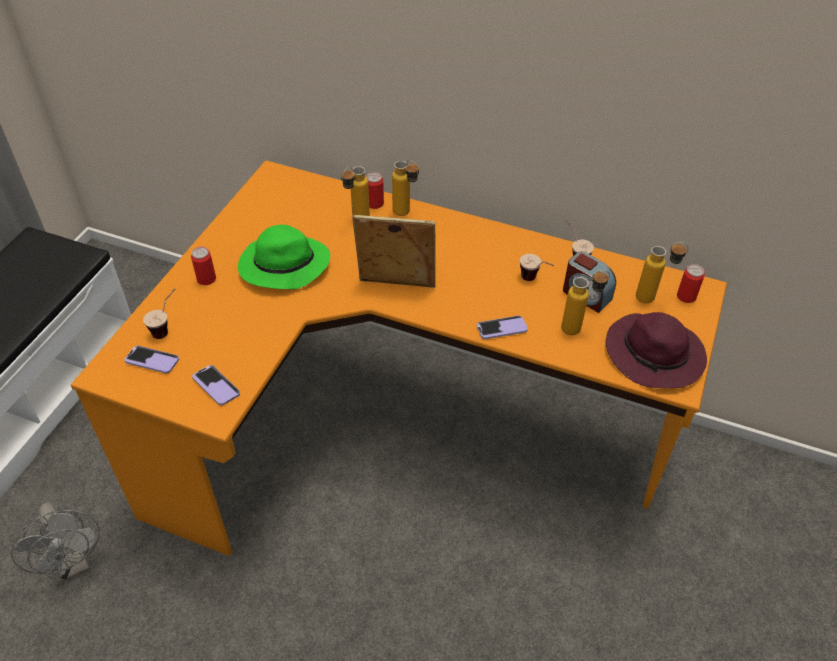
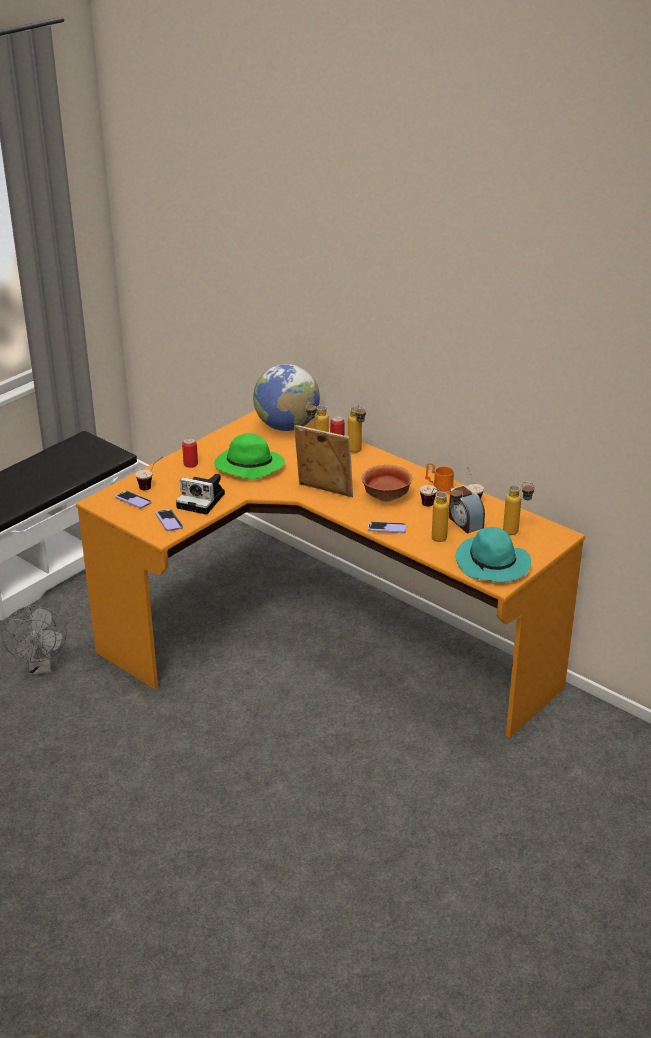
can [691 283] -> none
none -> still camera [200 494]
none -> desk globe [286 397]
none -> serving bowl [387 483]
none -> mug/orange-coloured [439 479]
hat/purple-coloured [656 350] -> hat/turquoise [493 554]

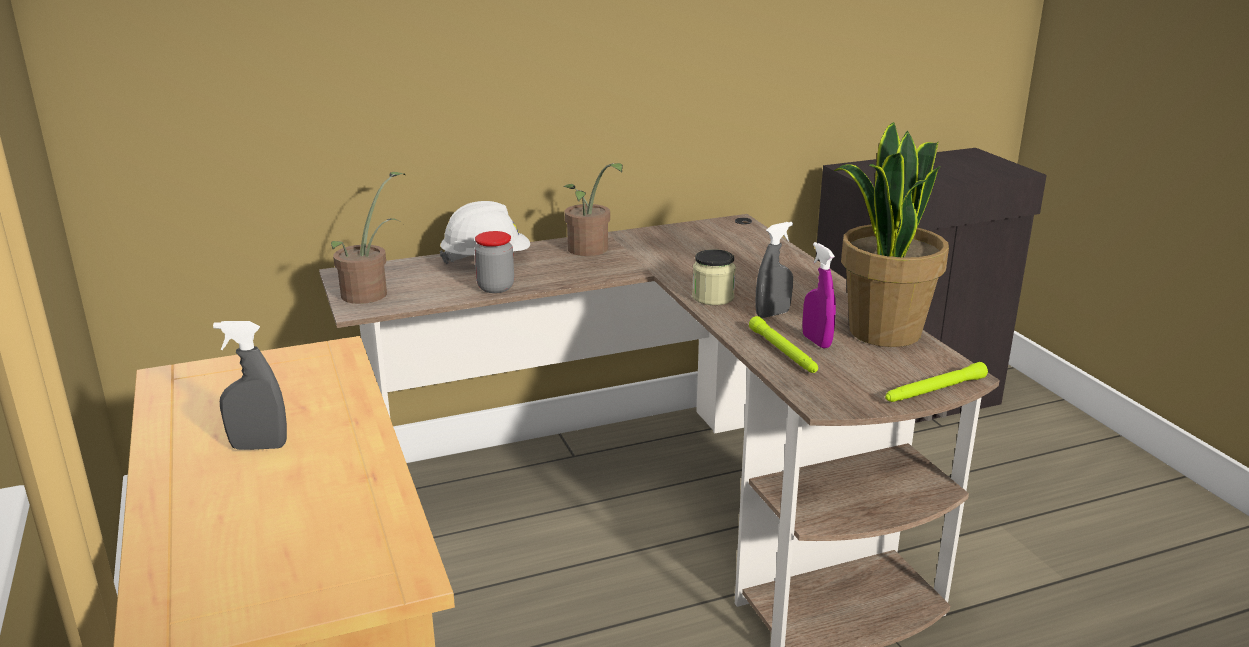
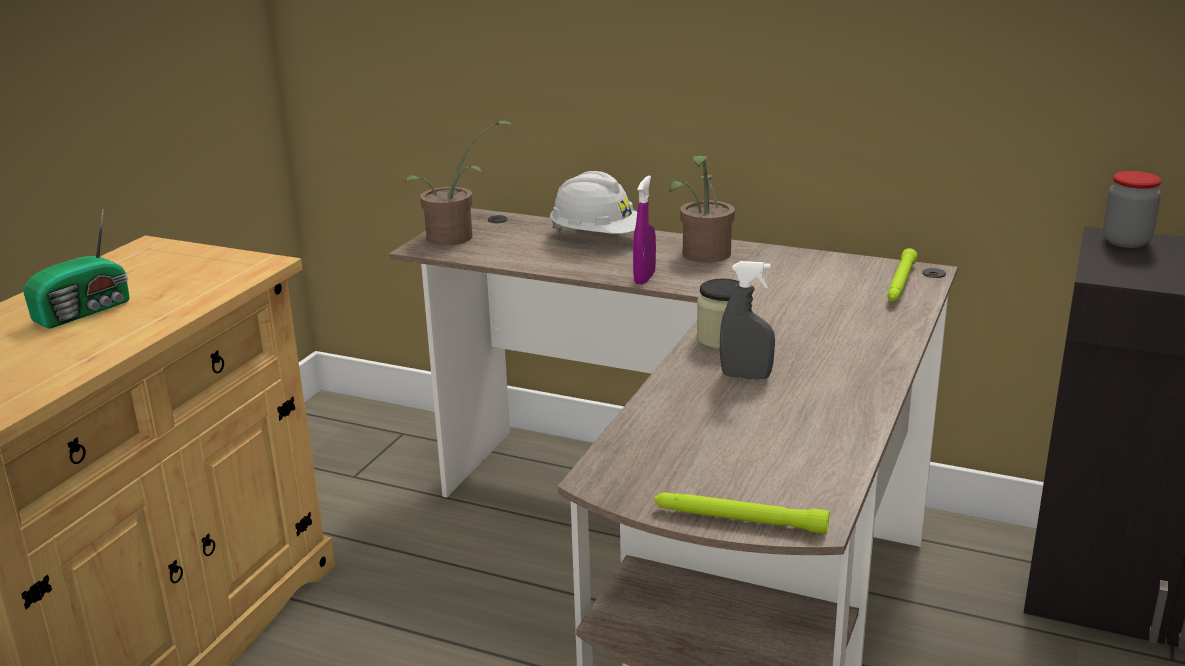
potted plant [891 234] -> none
preserve jar [494 262] -> preserve jar [1132 209], shifted
hand torch/green-coloured [783 344] -> hand torch/green-coloured [902 275], shifted
hand sprayer/purple-coloured [819 295] -> hand sprayer/purple-coloured [644 229], shifted
hand sprayer/gray [250 385] -> radio [76 268]

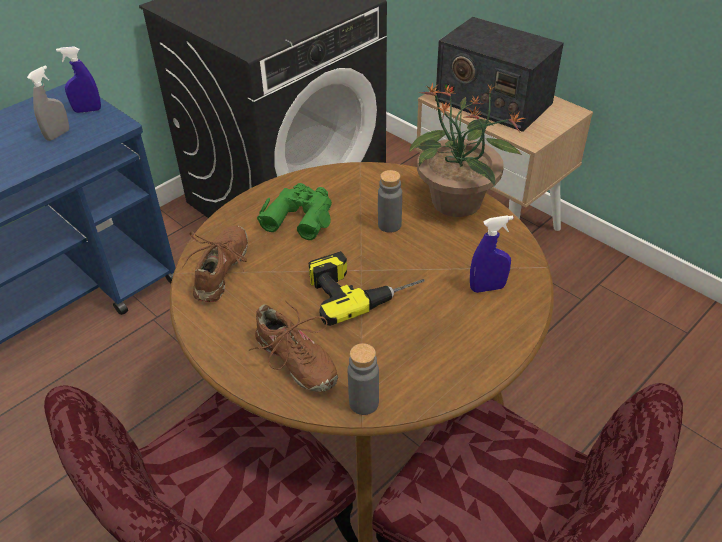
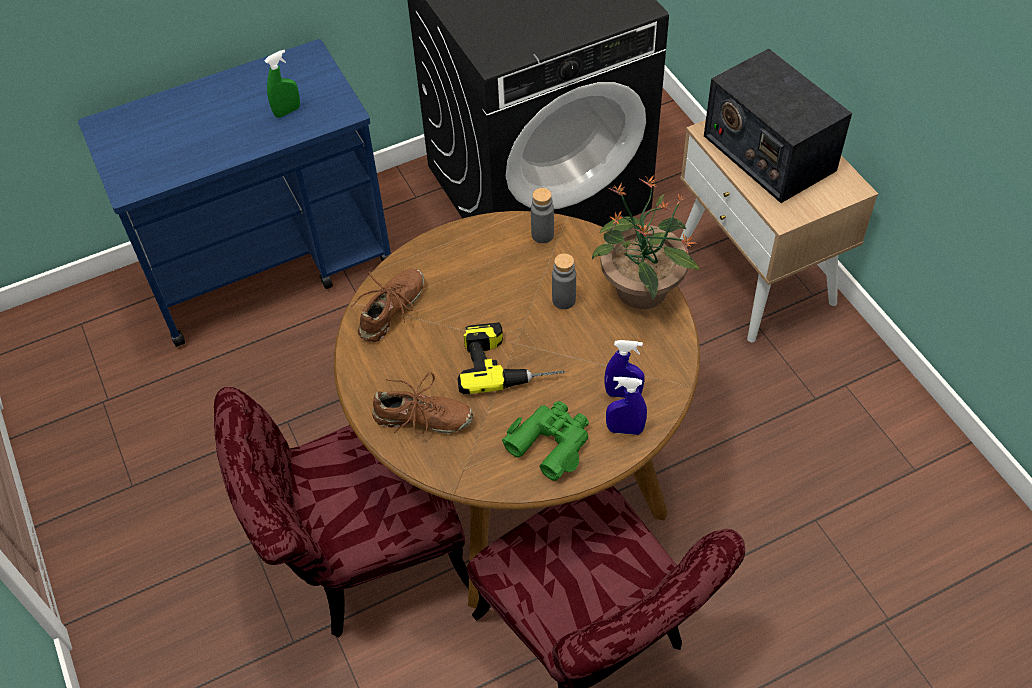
hand sprayer/blue-coloured [78 79] -> hand sprayer/blue-coloured [626 406], shifted
field glasses/green-coloured [294 211] -> field glasses/green-coloured [545 441], shifted
beverage bottle/gray [363 379] -> beverage bottle/gray [542 215], shifted
hand sprayer/gray [48 103] -> hand sprayer/green-coloured [282 84]
item of footwear/brown [293 346] -> item of footwear/brown [422 403], 60 degrees counterclockwise

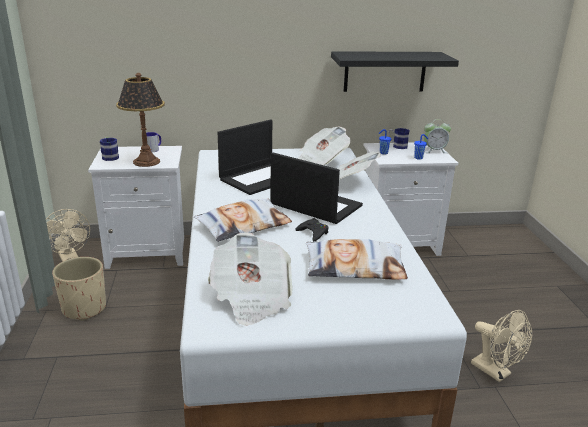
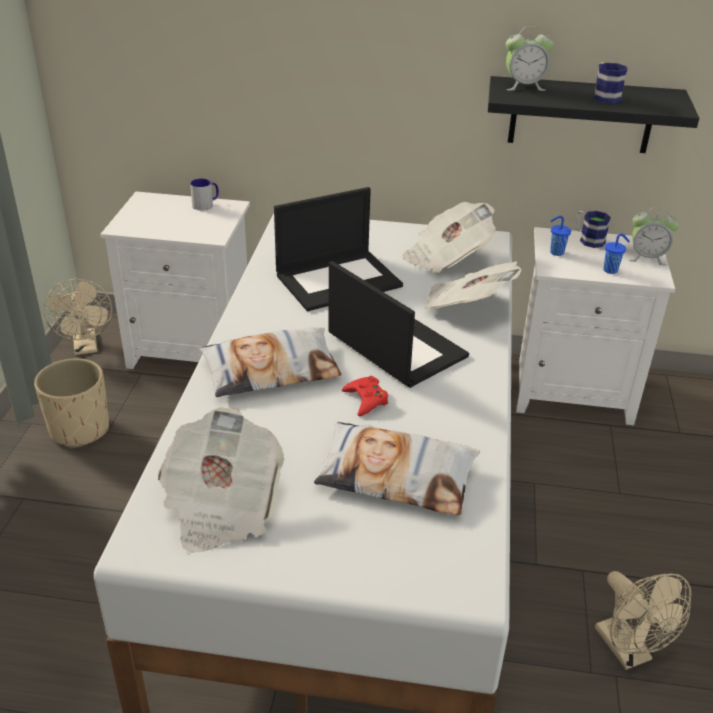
lamp for a table [140 120] -> none
none -> table clock [529 58]
mug [109 149] -> mug [610 83], shifted
game controller/black-coloured [312 229] -> game controller/red-coloured [365 396]

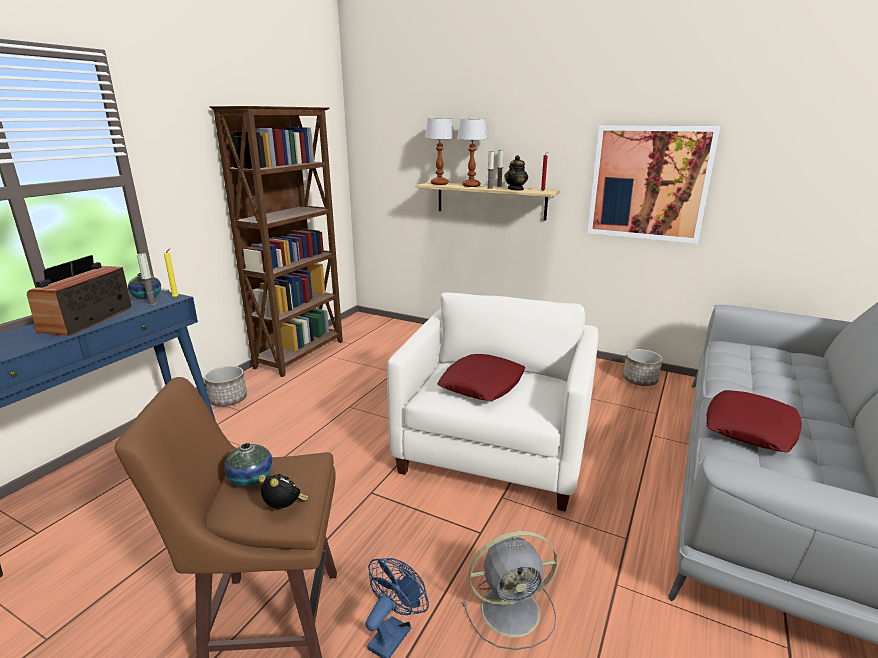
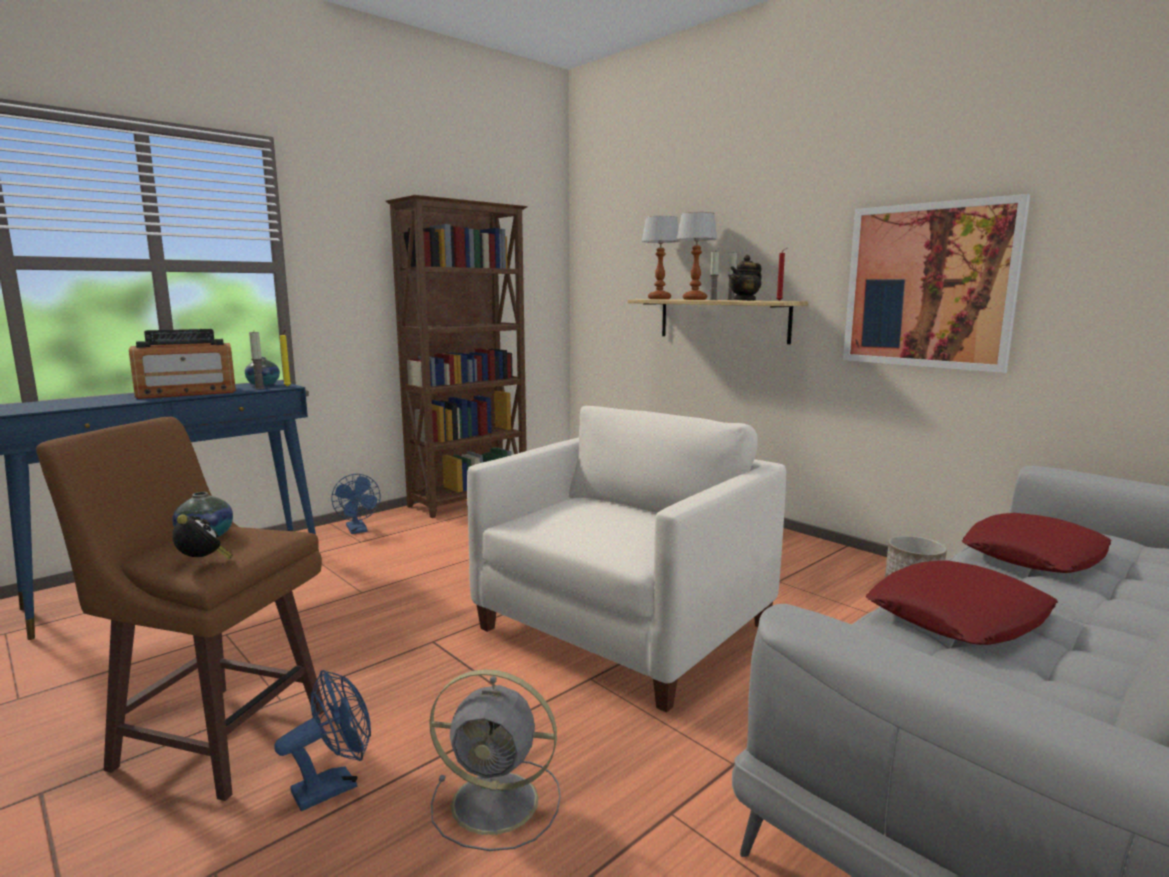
cushion/red-coloured [481 377] -> cushion/red-coloured [1036 543], shifted
planter [225 386] -> fan/blue-coloured [355 504]
radio [79 295] -> radio [182 364], 150 degrees counterclockwise

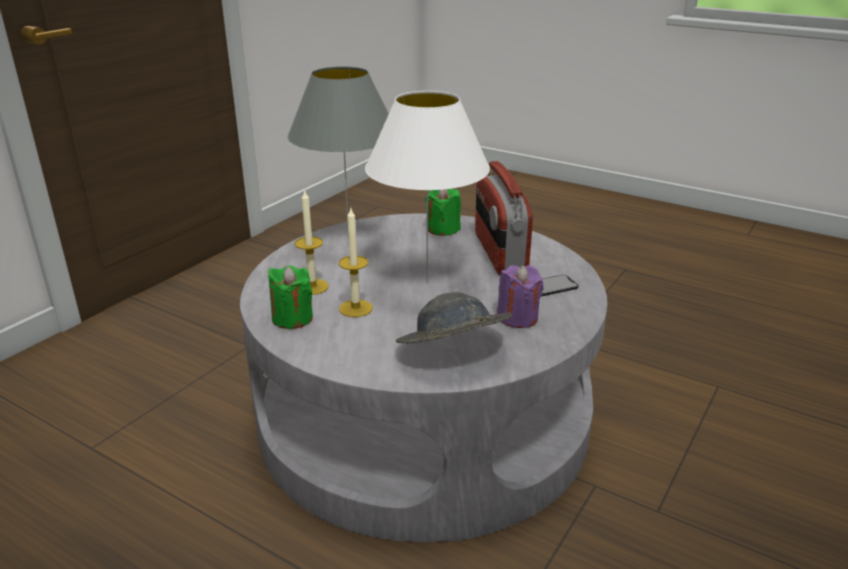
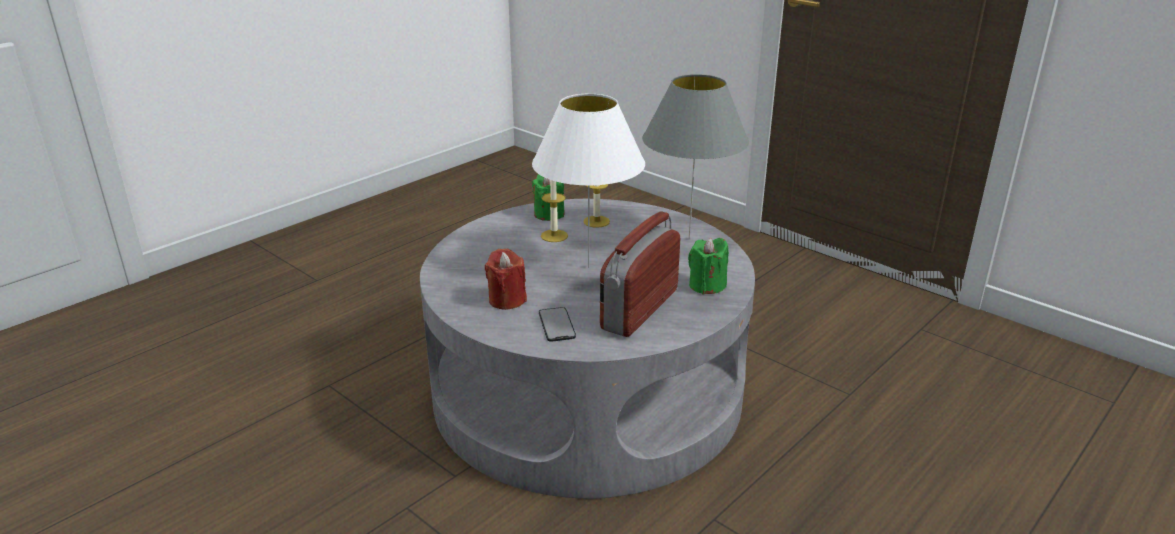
hat/gray [454 318] -> none
wax candle/purple-coloured [520 296] -> wax candle/red-coloured [506 279]
radio [504 218] -> radio [640 274], 60 degrees counterclockwise

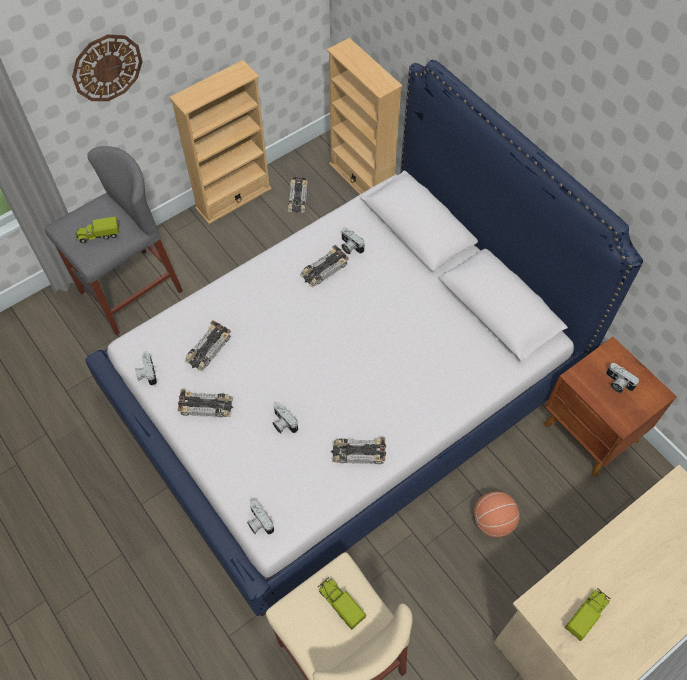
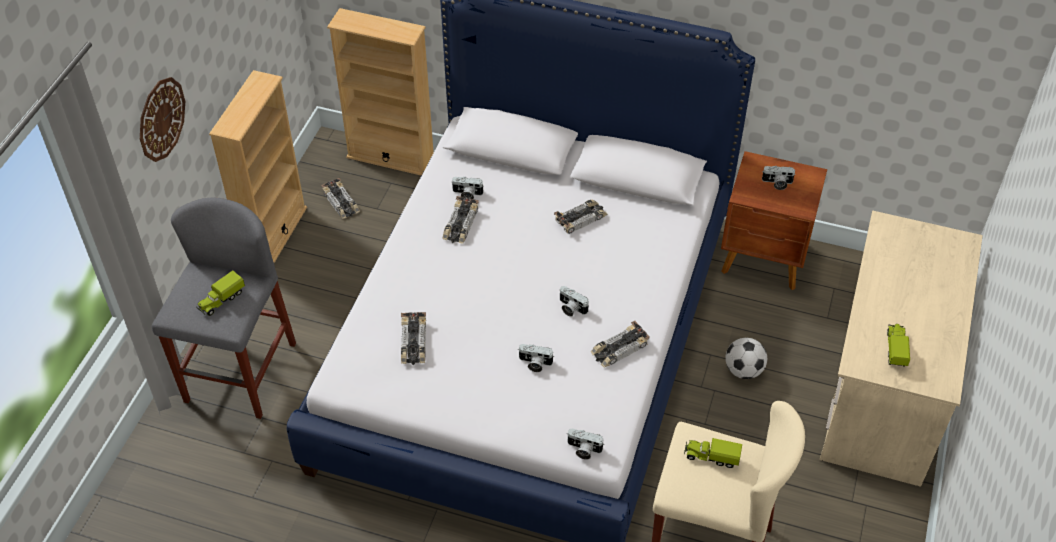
still camera [146 368] -> still camera [574 301], shifted
model car [205 403] -> model car [581 216], shifted
basketball ball [497 514] -> ball for football [746 358]

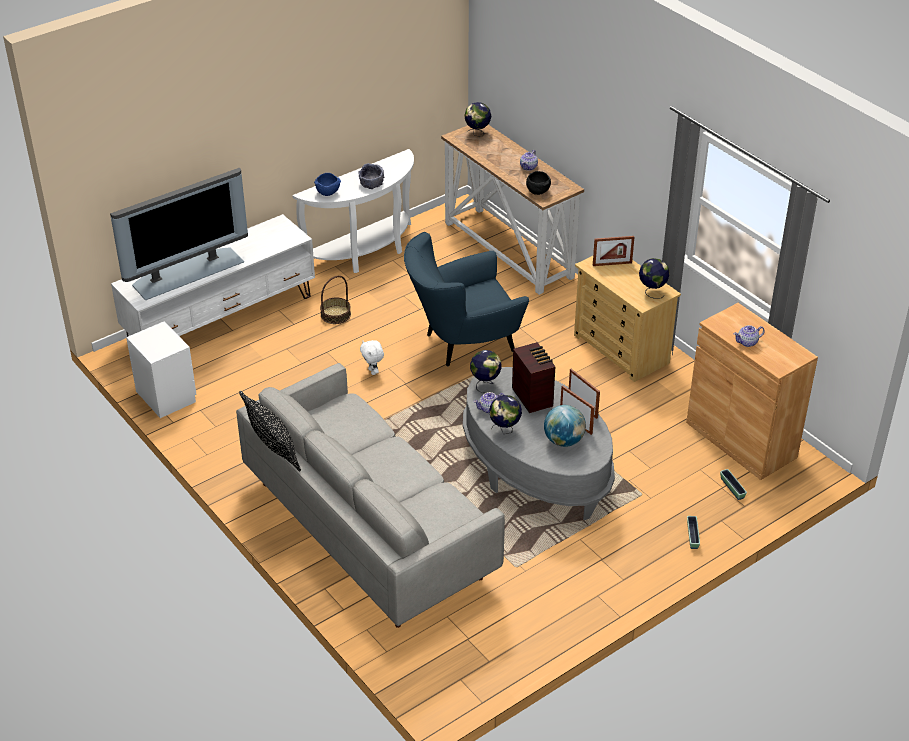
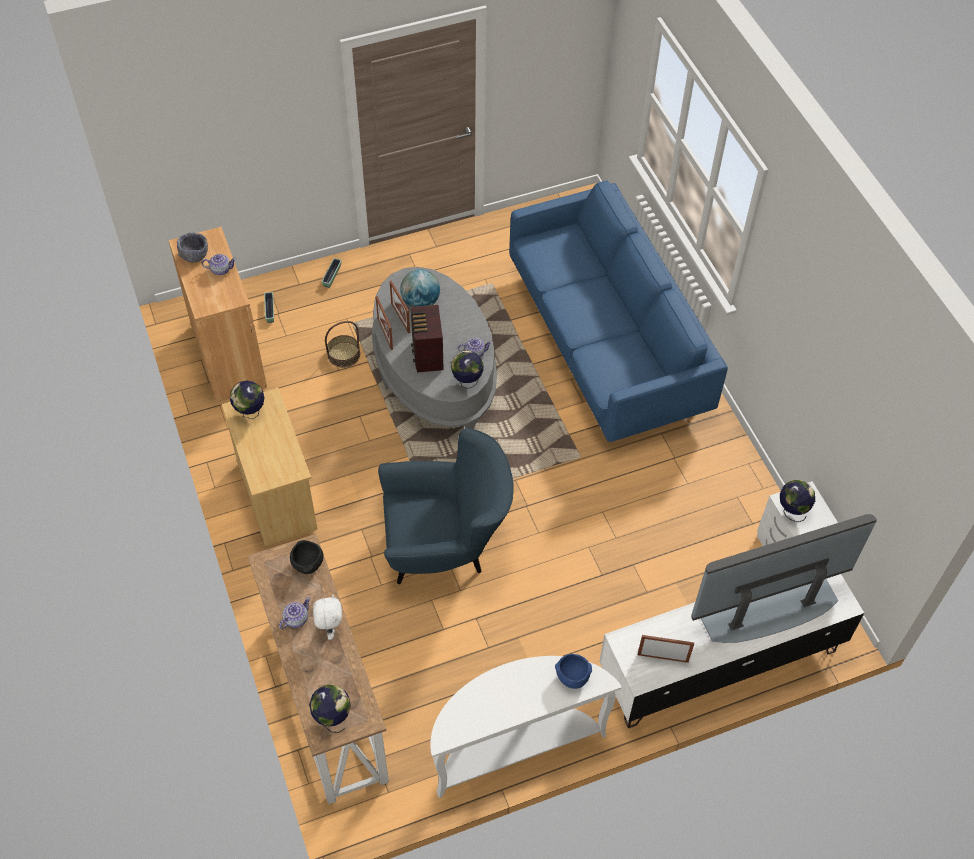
cushion/black-coloured [270 431] -> none
household basket [335 299] -> household basket [342 344], shifted
serving bowl/gray [371 176] -> serving bowl/gray [192 247], shifted
cuddly toy/whitish [372 357] -> cuddly toy/whitish [327 617], shifted
desk globe [505 414] -> desk globe [797 501], shifted
photo frame [613 251] -> photo frame [666 649], shifted
couch/gray [370 495] -> couch/blue-coloured [618 311]

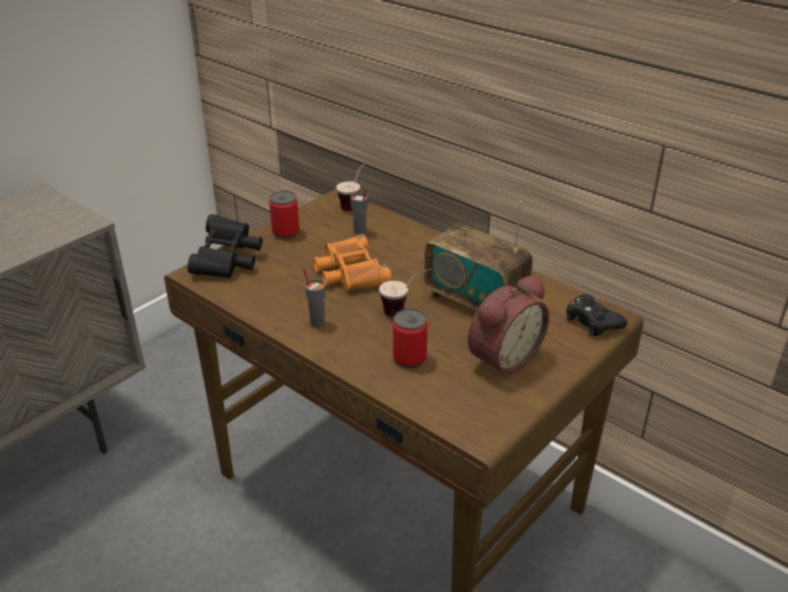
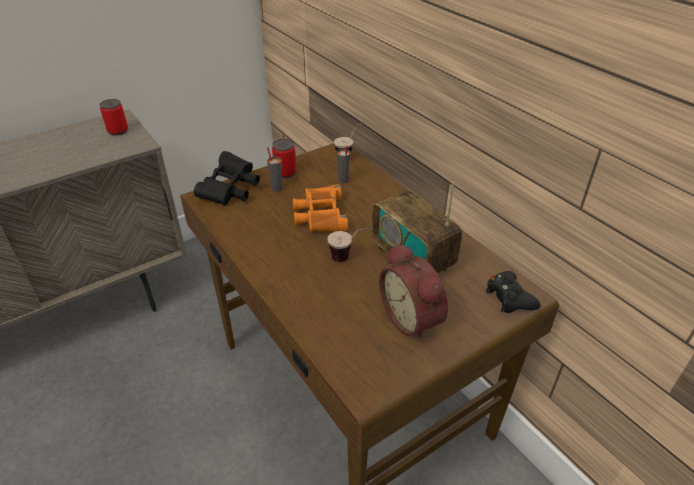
drinking cup/gray [314 298] -> drinking cup/gray [274 169], shifted
can [410 338] -> can [114 117], shifted
table clock [508 326] -> table clock [413 292], 90 degrees clockwise

